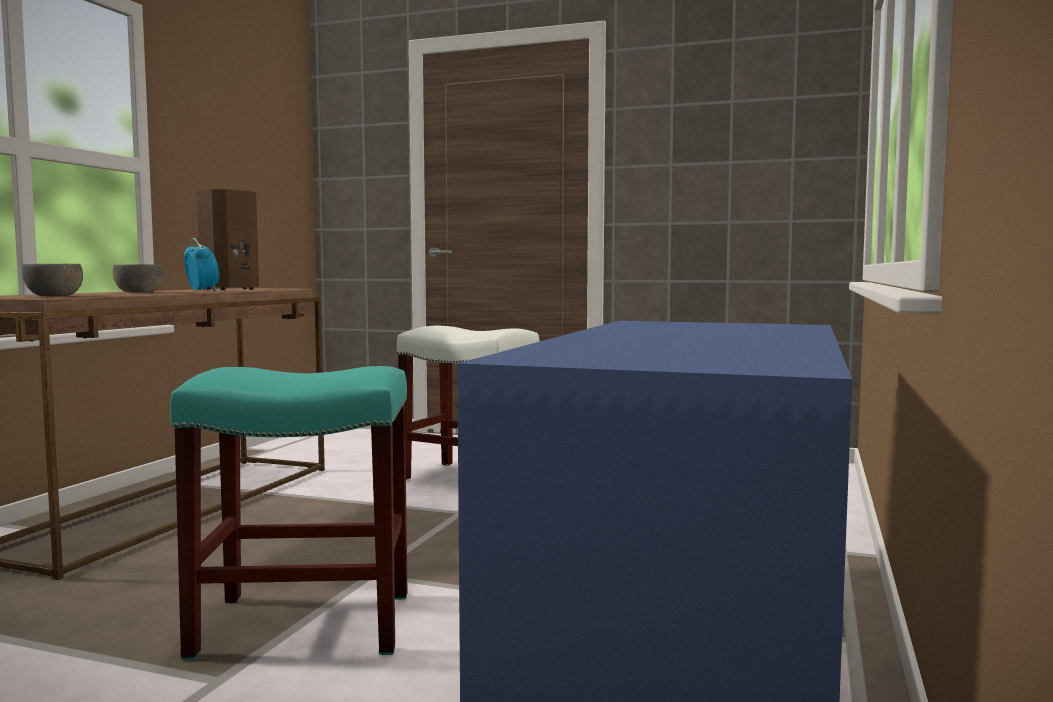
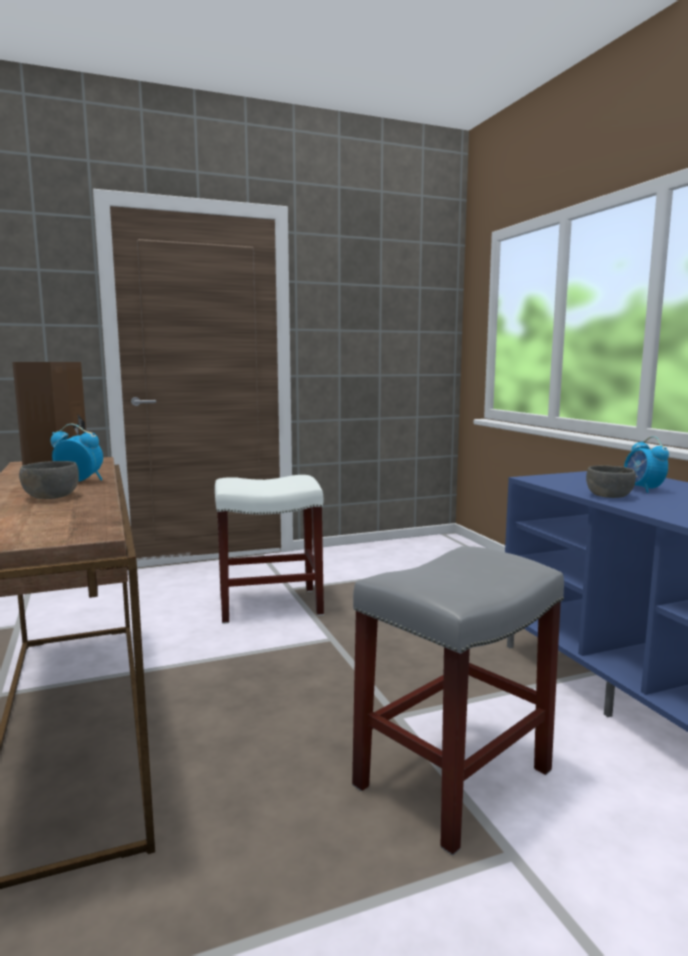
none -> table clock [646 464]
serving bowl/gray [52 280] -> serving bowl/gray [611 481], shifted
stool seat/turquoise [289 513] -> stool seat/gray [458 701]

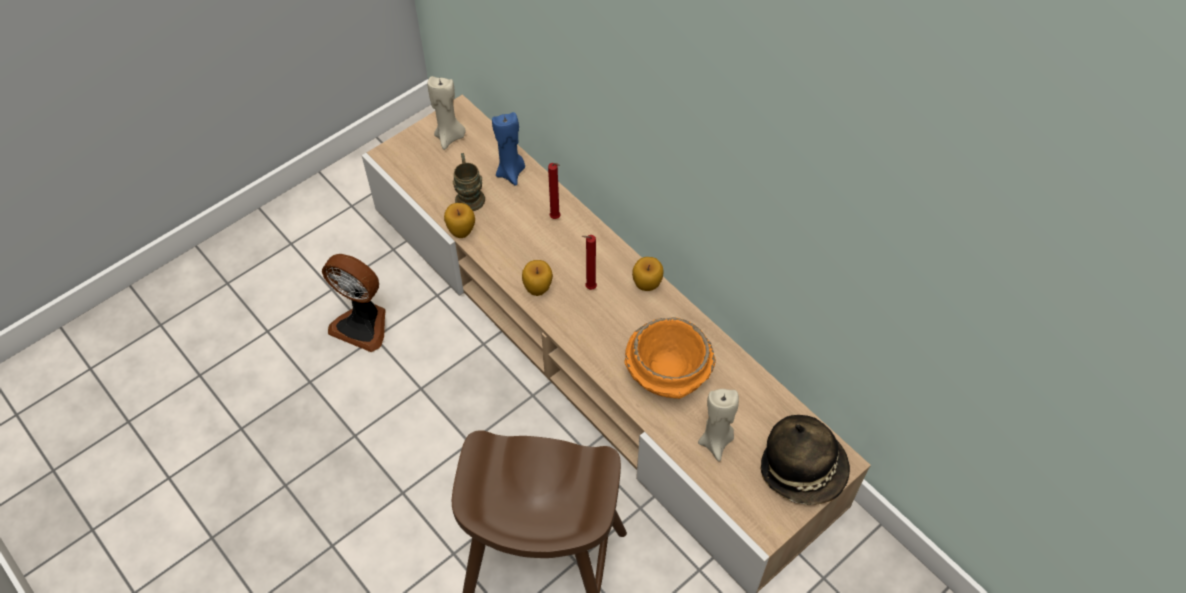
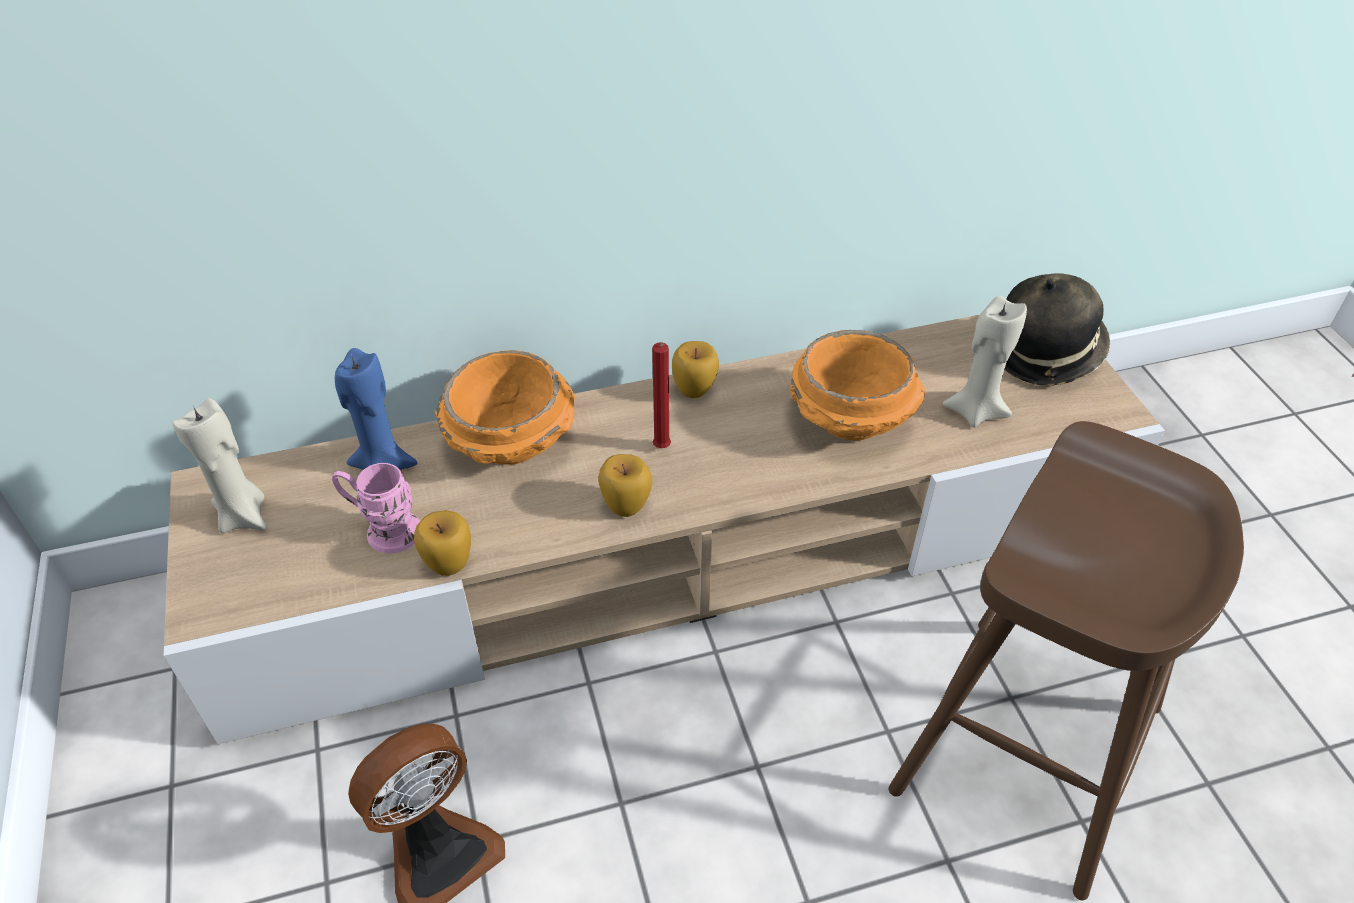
wax candle/red-coloured [554 191] -> serving bowl/orange-coloured [505 407]
mug/brown [469 182] -> mug/pink-coloured [376 508]

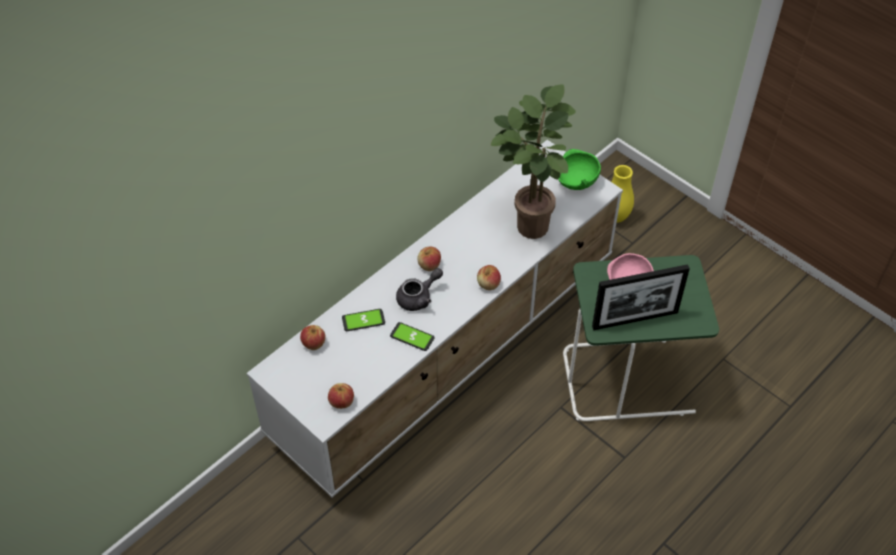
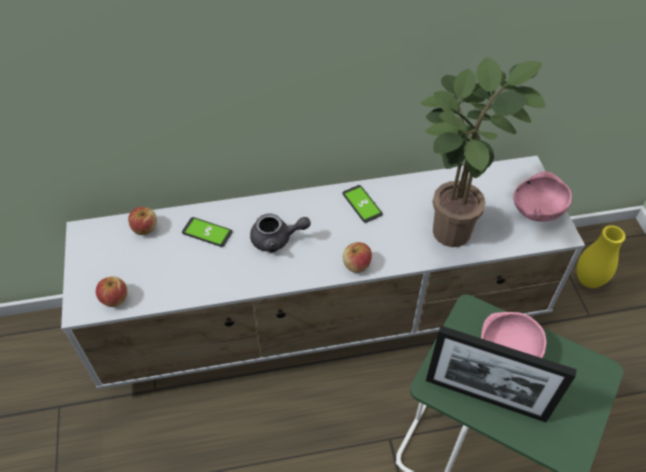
apple [429 259] -> none
handset [412 336] -> handset [362 204], shifted
serving bowl/green-coloured [579 169] -> serving bowl/pink-coloured [542 196]

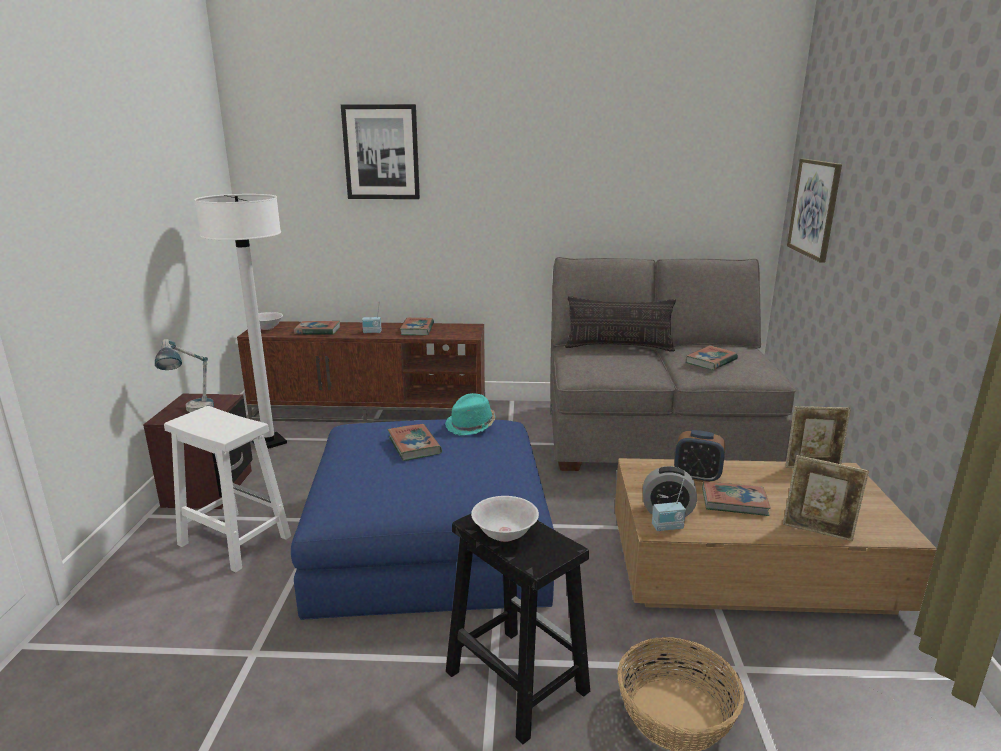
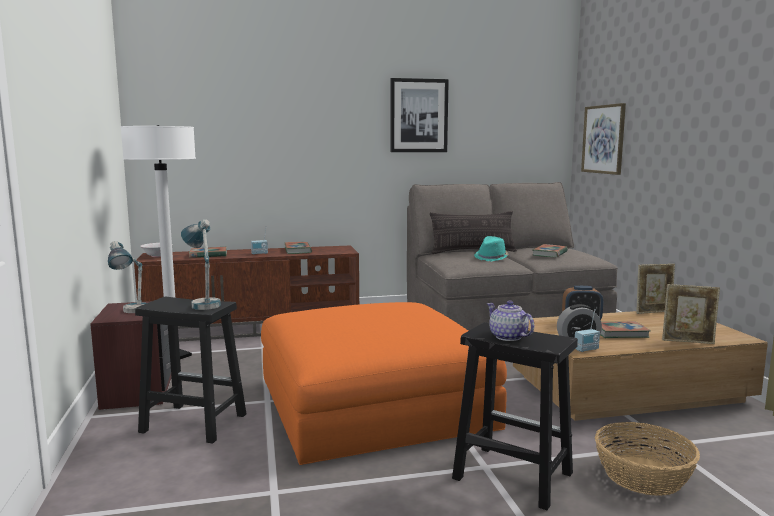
book [415 442] -> none
none -> lamp for a table [201 264]
picture [380 151] -> picture [420 115], shifted
hat/turquoise [470 414] -> hat/turquoise [491 248], shifted
serving bowl/whitish [505 519] -> pot for tea [510 321]
stool seat/whitish [227 489] -> stool seat/black-coloured [191 370]
ottoman/blue-coloured [422 519] -> ottoman/orange-coloured [384 383]

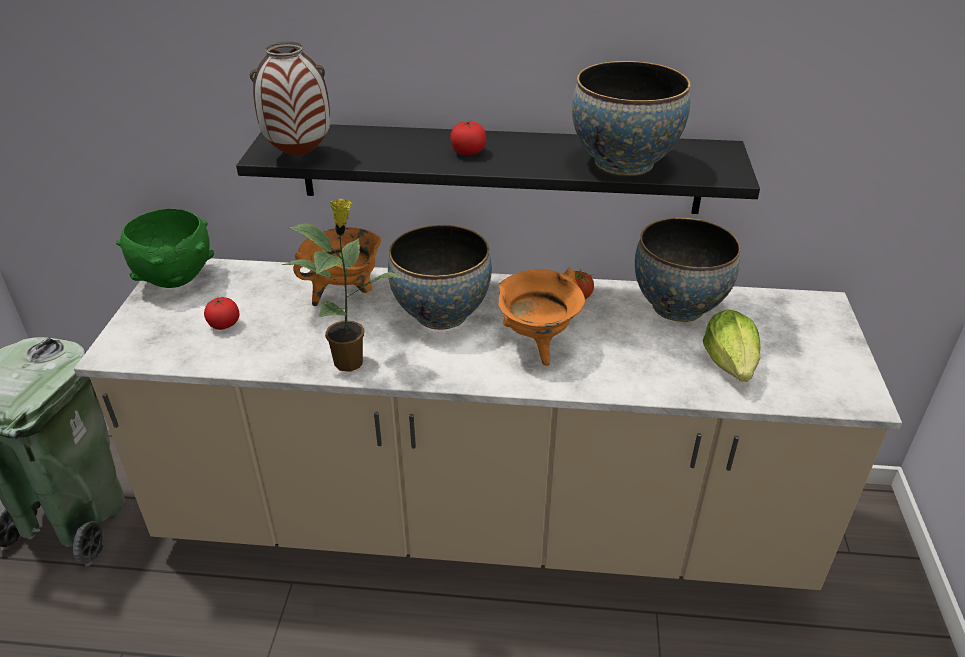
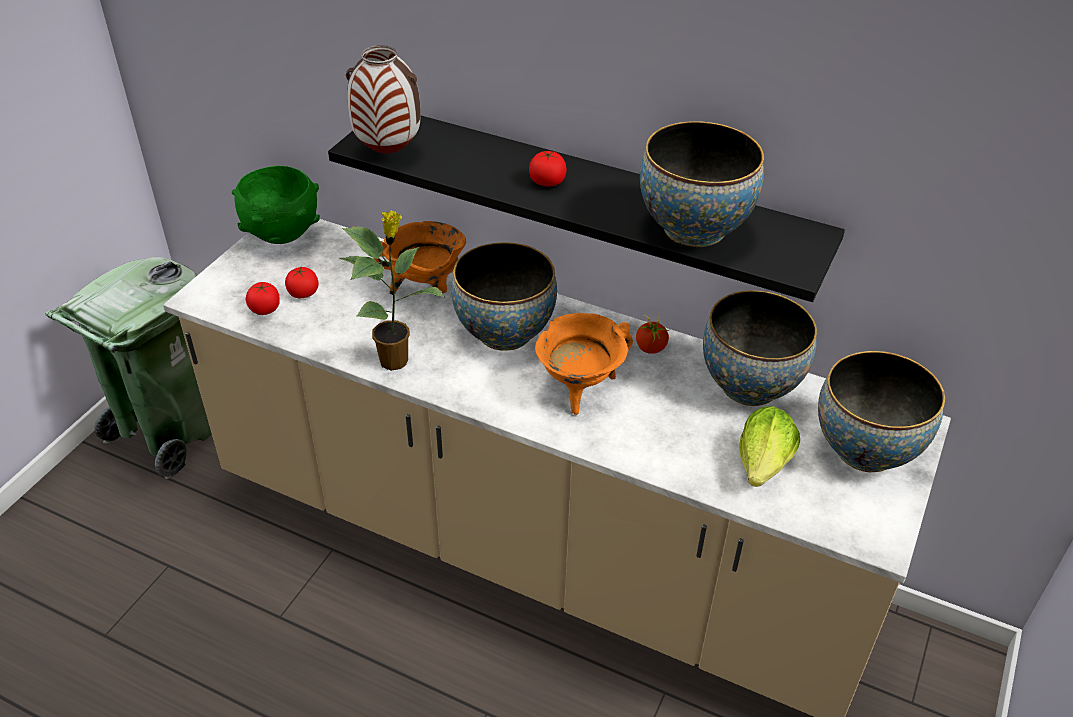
none -> whole tomato [263 298]
none -> serving bowl [881 411]

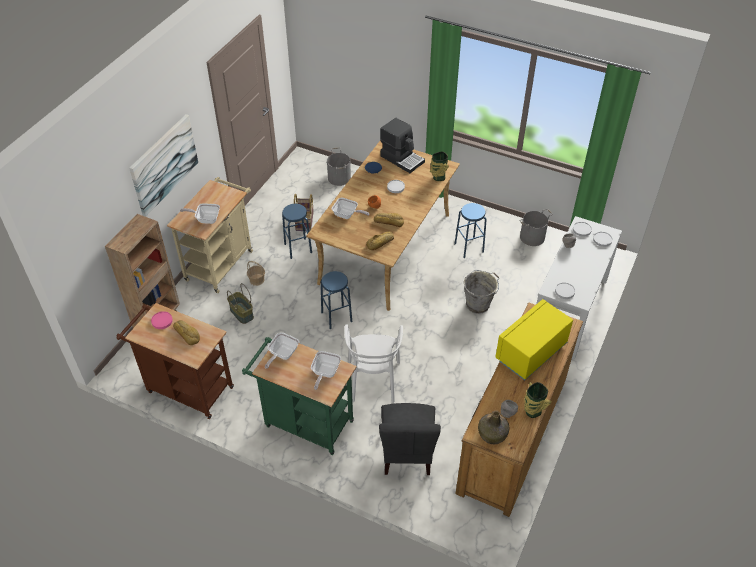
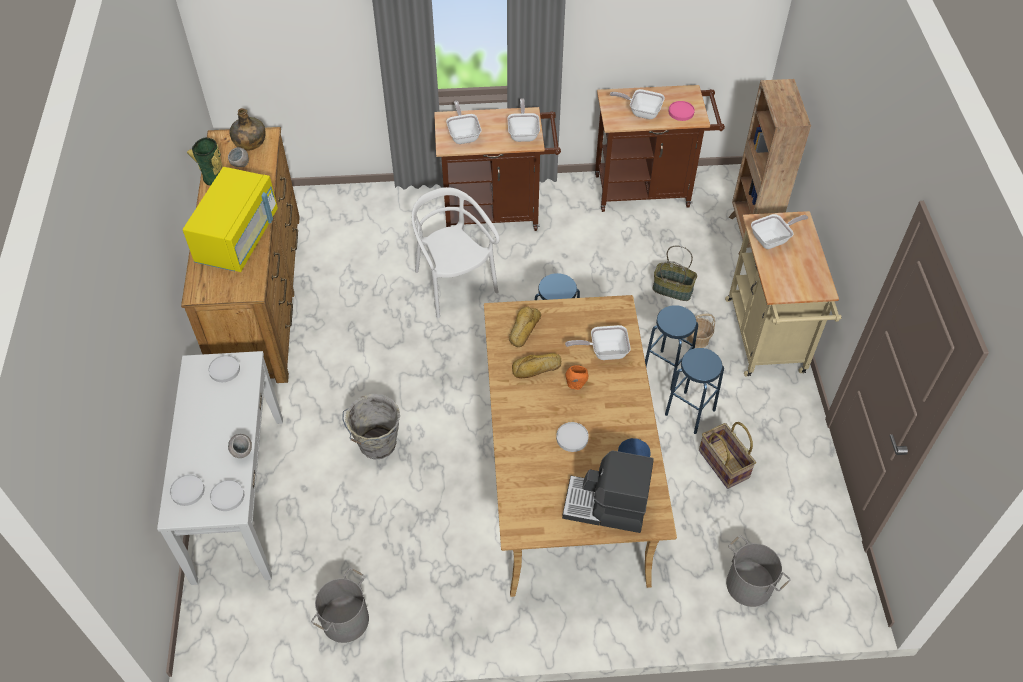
picture [163 166] -> none
upright chair/gray [410 439] -> none
vase [439 166] -> none
stool seat/blue-coloured [470 230] -> stool seat/blue-coloured [671 347], shifted
bakery bread [186 332] -> skillet [637 104]
cart/green-coloured [299 396] -> cart/brown [497 169]

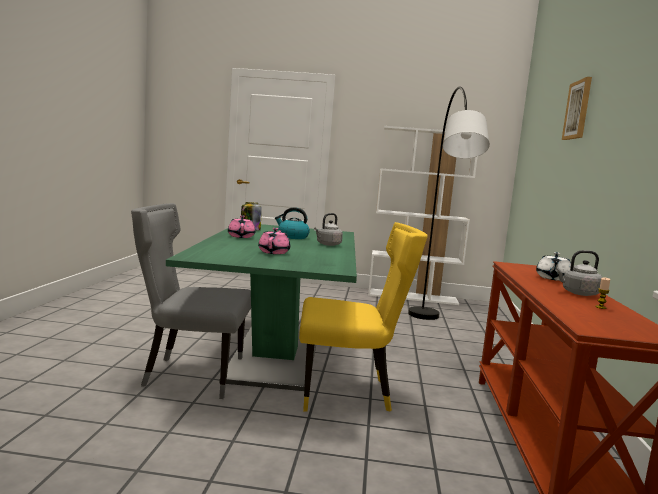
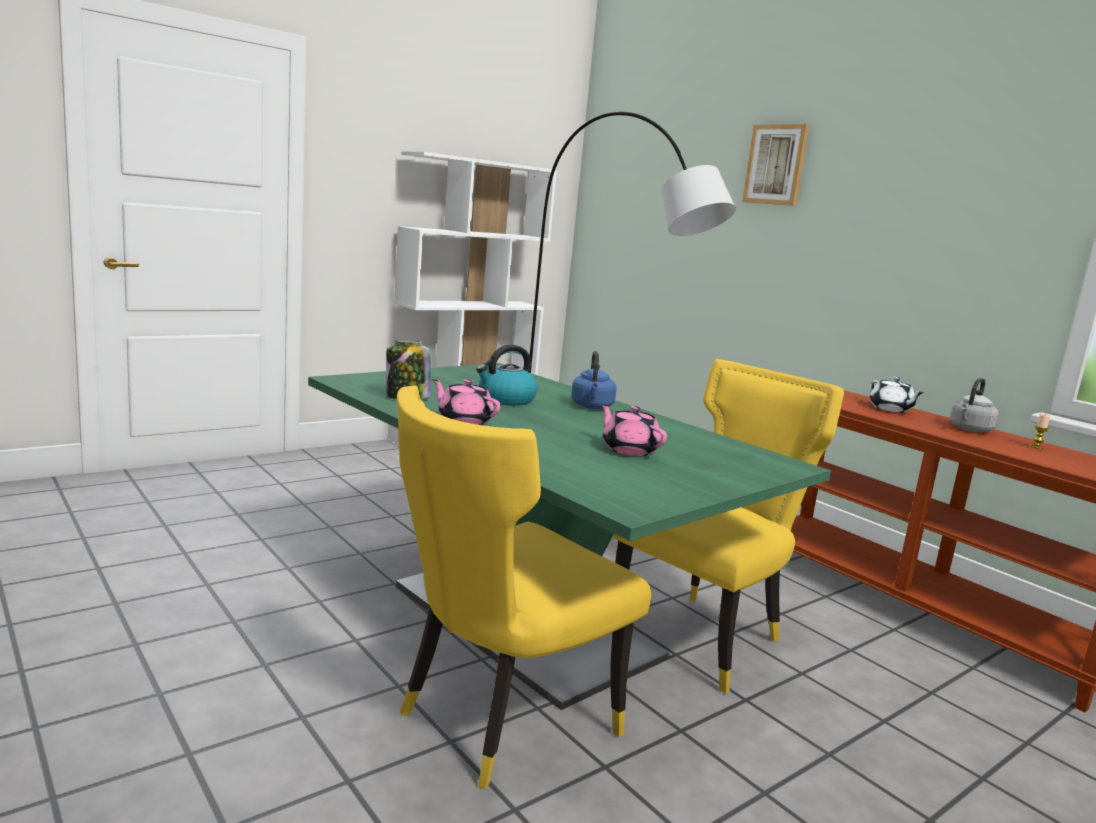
upright chair/gray [191 301] -> upright chair/yellowish [524 587]
kettle/gray [328 229] -> kettle/blue-coloured [594 380]

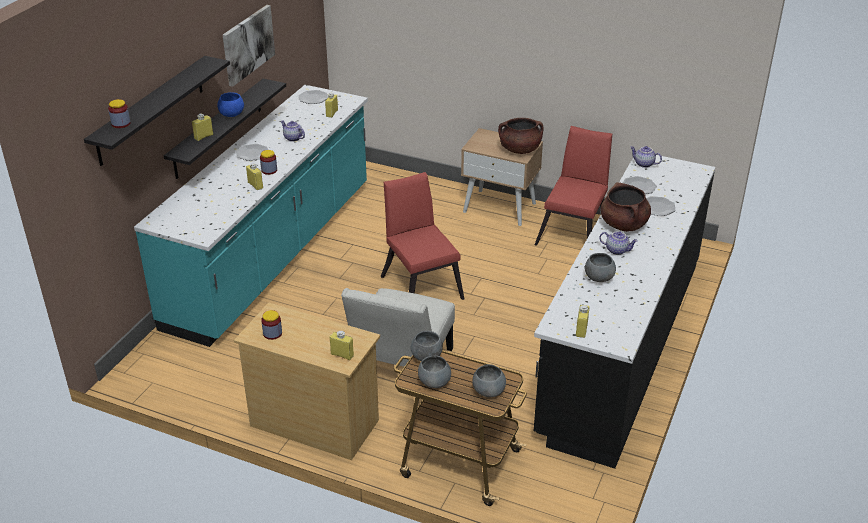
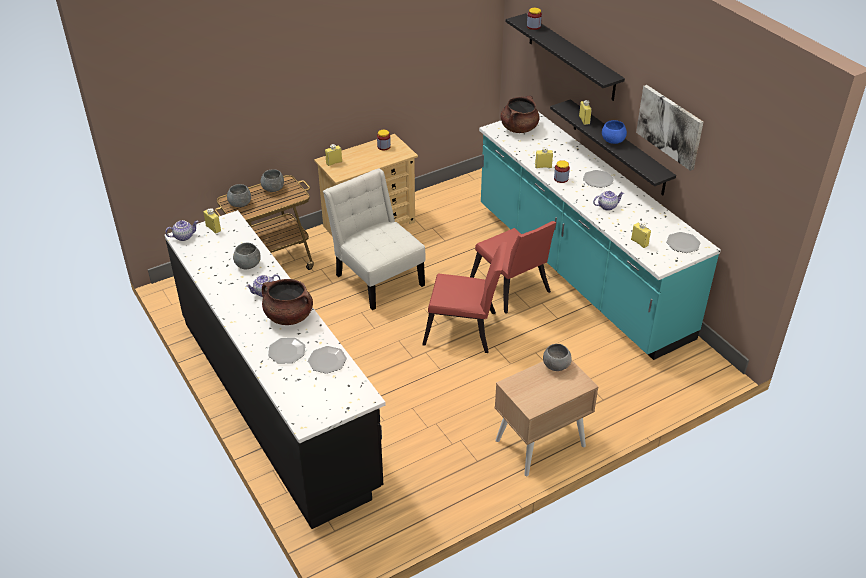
serving bowl/gray [426 346] -> serving bowl/gray [557 357], shifted
stockpot/brown [521 136] -> stockpot/brown [520 114], shifted
upright chair/red-coloured [573 186] -> upright chair/red-coloured [513 267], shifted
pot for tea [646 157] -> pot for tea [182 230], shifted

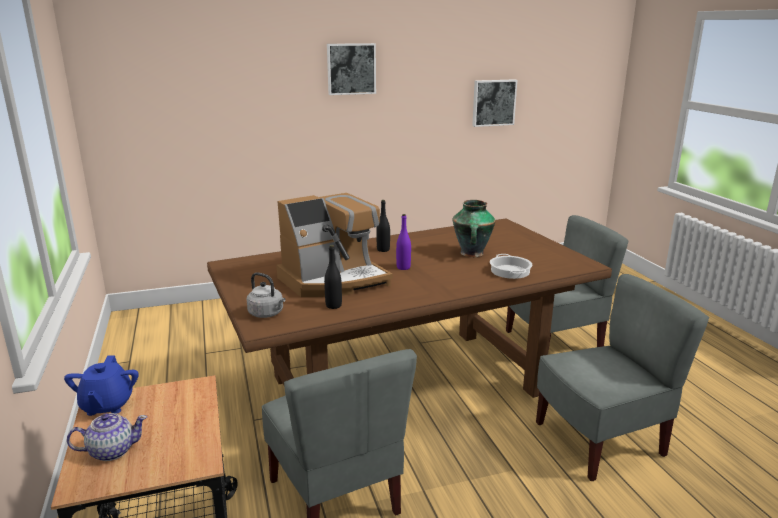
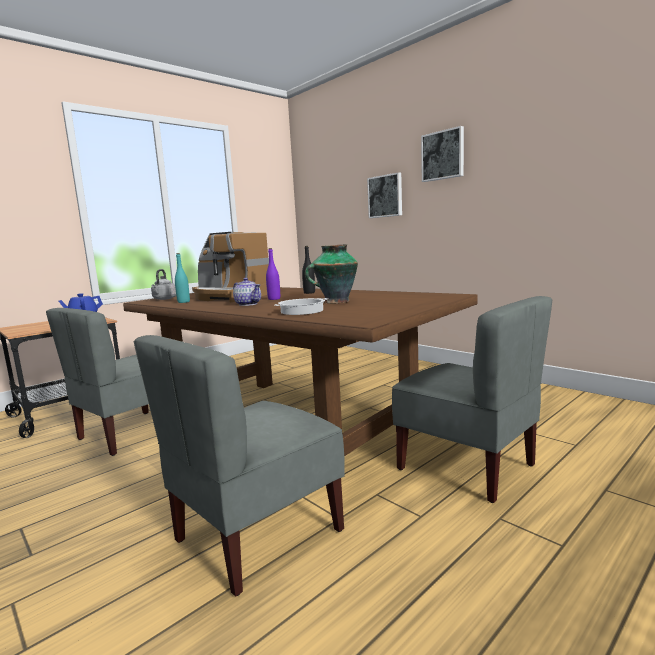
pot for tea [107 437] -> pot for tea [247 292], shifted
picture [494 103] -> picture [384 195], shifted
beverage bottle/black-coloured [333 277] -> beverage bottle/turquoise [182 278]
upright chair/gray [622 377] -> upright chair/gray [239 466], 90 degrees clockwise

